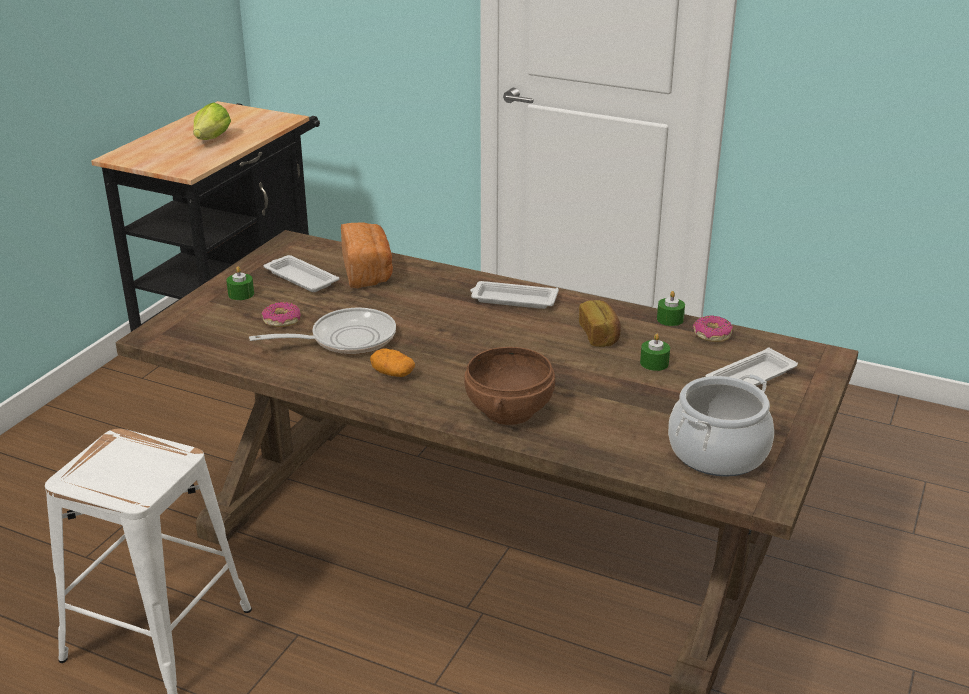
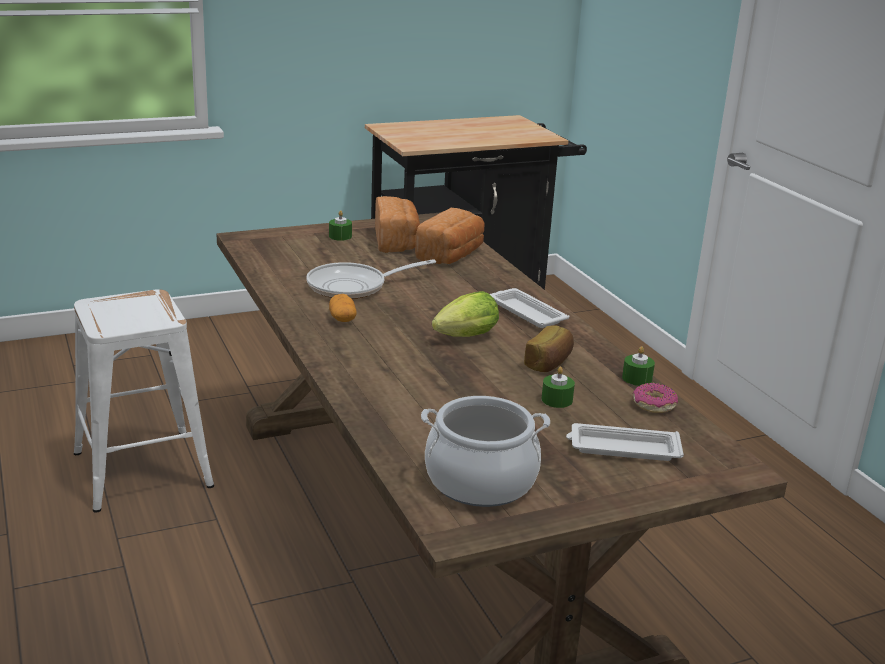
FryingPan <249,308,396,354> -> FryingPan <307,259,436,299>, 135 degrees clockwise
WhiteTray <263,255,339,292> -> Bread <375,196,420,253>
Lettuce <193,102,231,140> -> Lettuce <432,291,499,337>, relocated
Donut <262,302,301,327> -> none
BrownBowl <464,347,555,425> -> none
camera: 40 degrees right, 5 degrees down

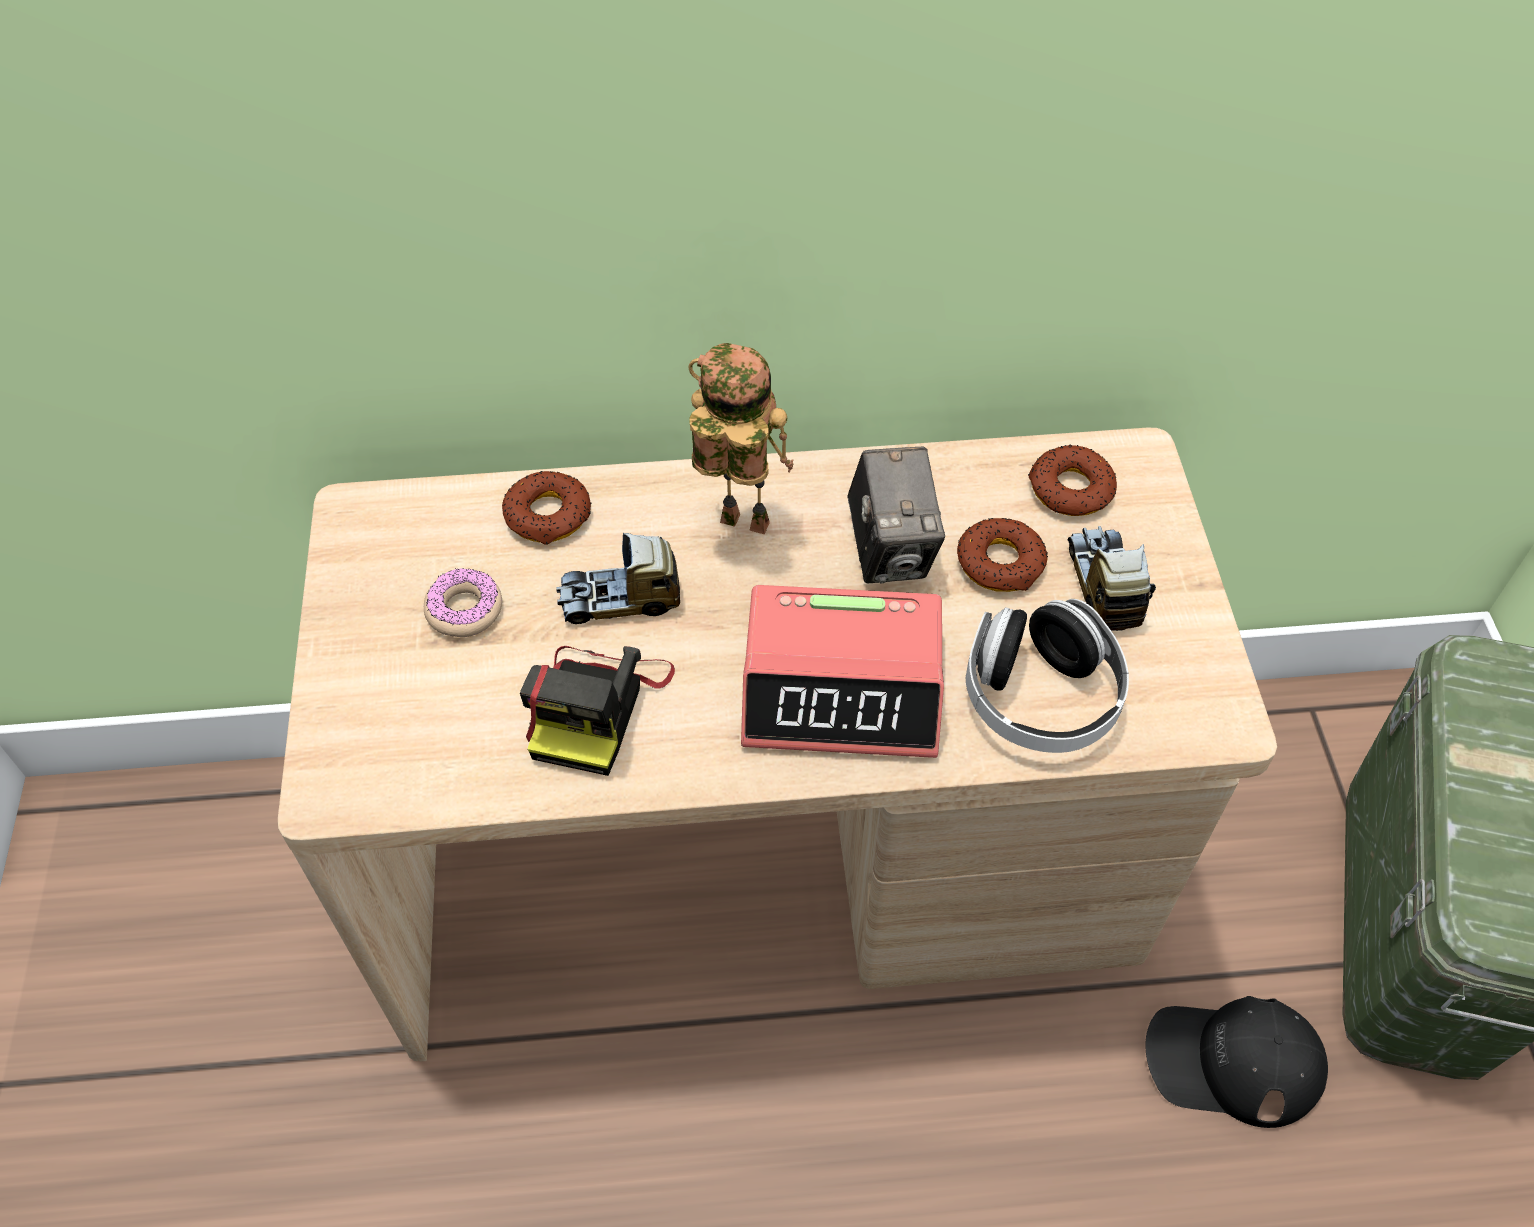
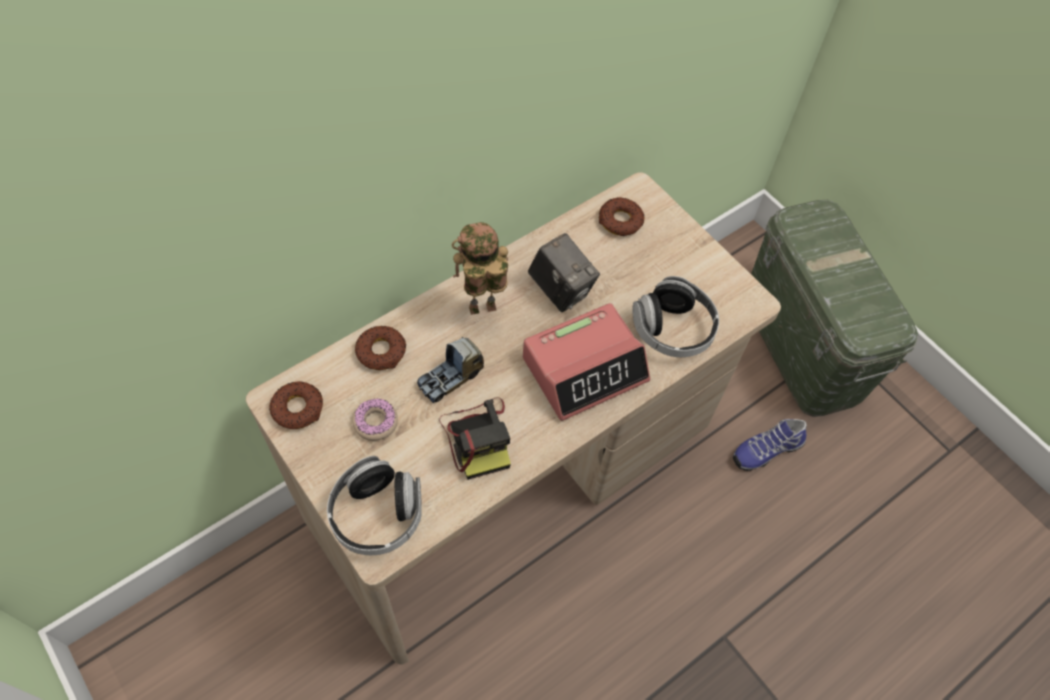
Donut <957,518,1048,592> -> Donut <269,381,323,429>, relocated
none -> Headphones <327,456,422,555>
BlackCap <1146,996,1328,1128> -> Shoe <733,419,807,471>
ToyTruck <1068,526,1156,631> -> none
camera: 35 degrees left, 5 degrees up

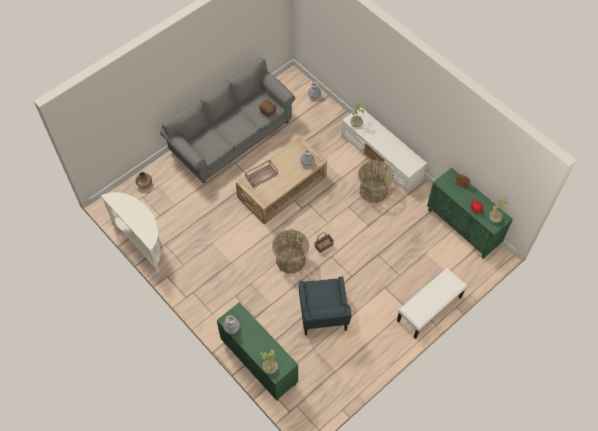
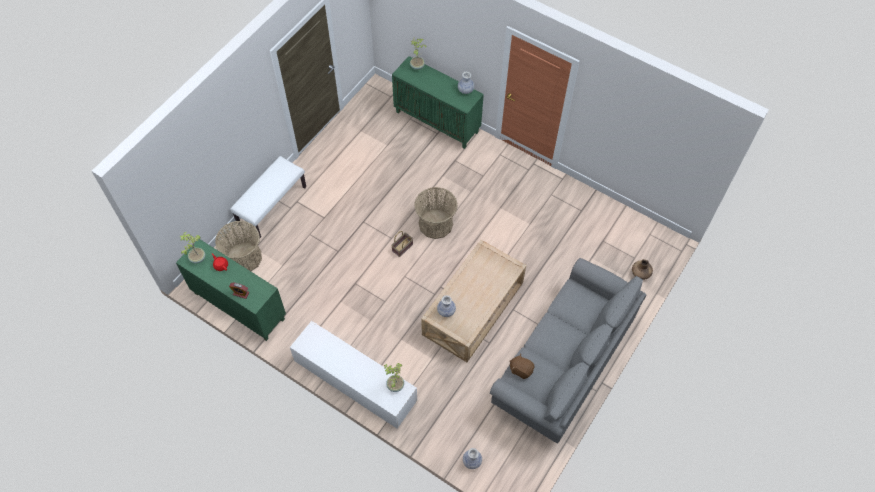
Basket <358,160,394,203> -> Basket <215,221,262,271>, relocated
WhiteConsoleTable <101,192,163,273> -> none
BrownTray <245,160,278,188> -> none
BlueArmchair <299,276,351,335> -> none
camera: 165 degrees right, 0 degrees up

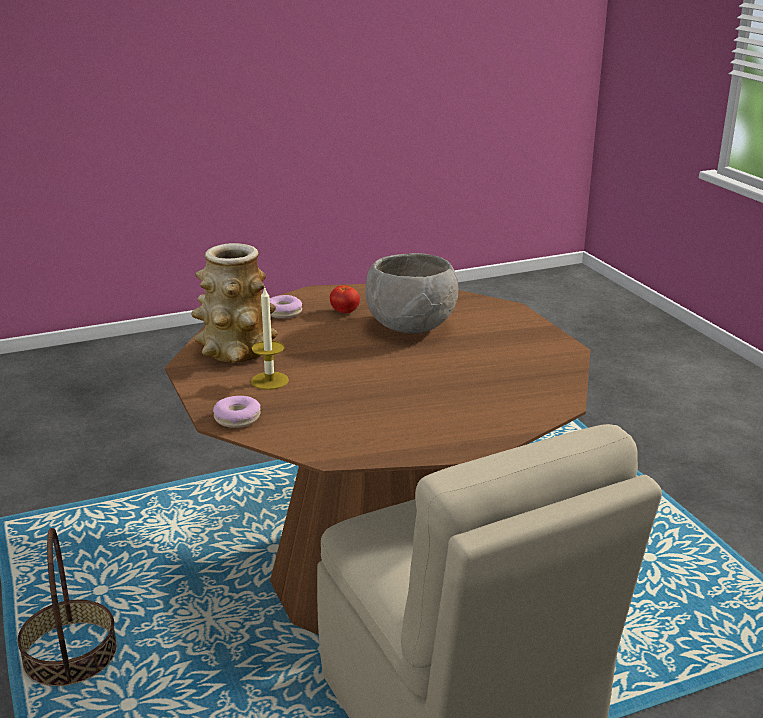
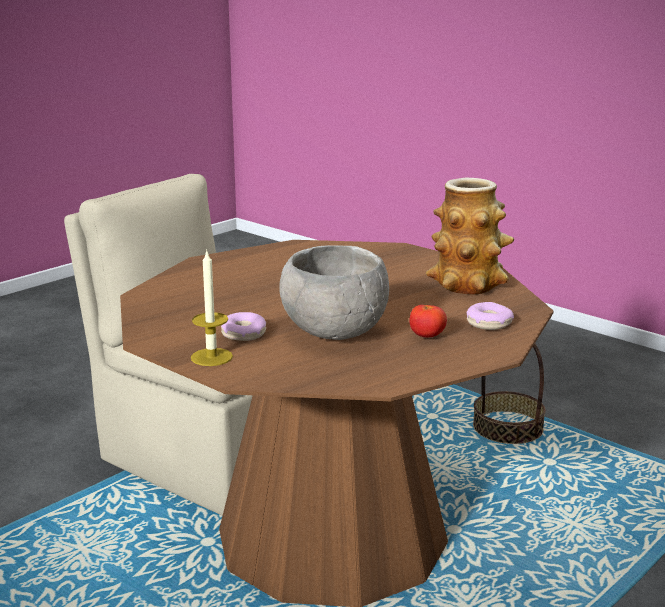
Candle <251,286,289,390> -> Candle <191,250,233,366>, relocated
Donut <213,396,261,428> -> Donut <221,312,266,341>, relocated
camera: 155 degrees right, 5 degrees down

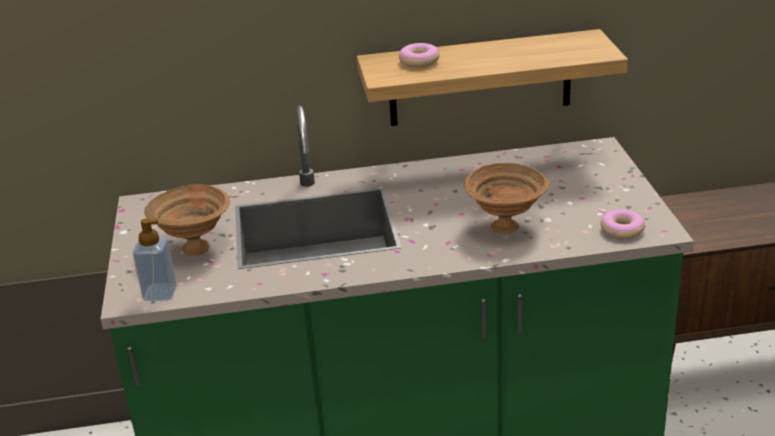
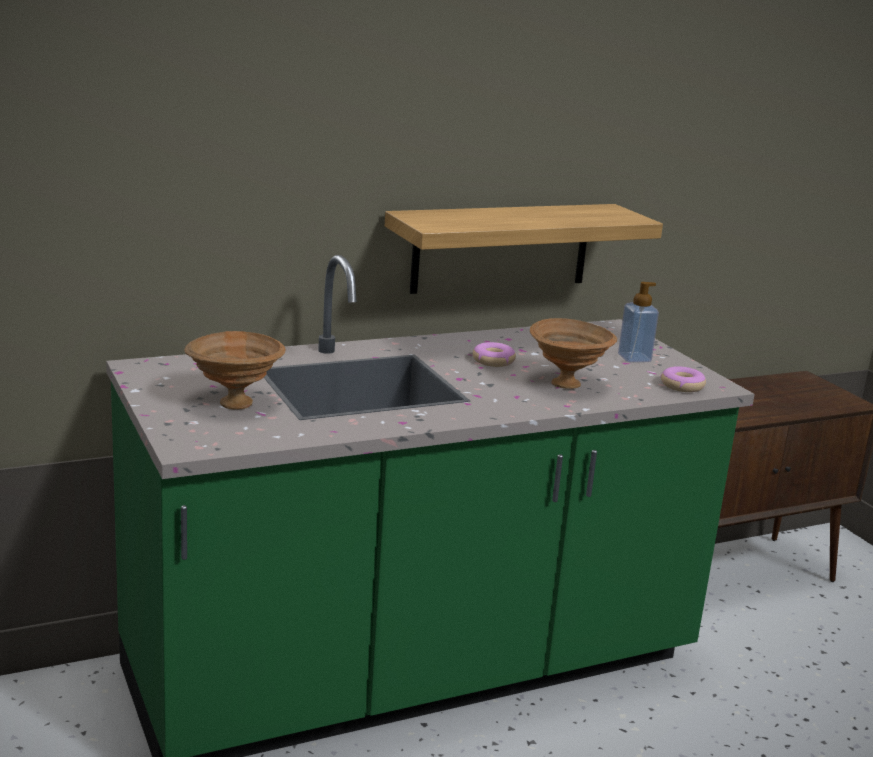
Donut <399,43,440,67> -> Donut <473,342,516,367>, relocated
SoapDispenser <133,218,177,301> -> SoapDispenser <618,282,659,362>, relocated
camera: 20 degrees left, 10 degrees down

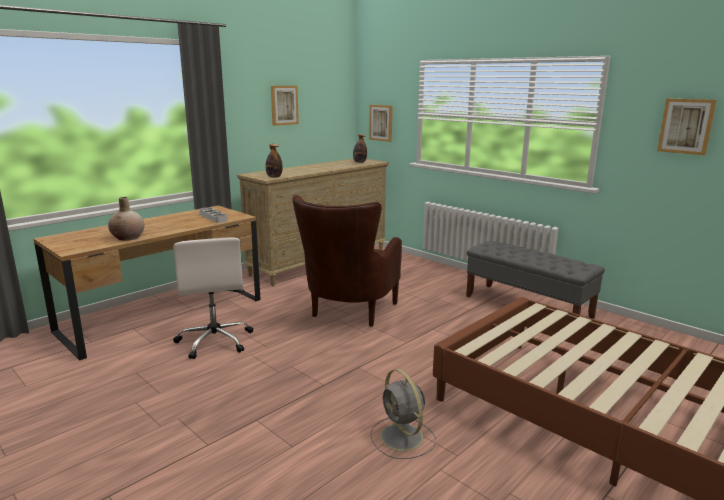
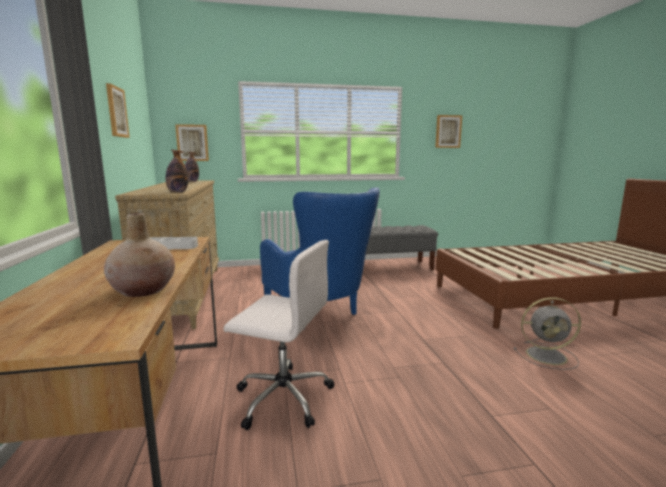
BrownArmchair <293,195,402,327> -> BlueArmchair <260,187,380,329>
camera: 55 degrees left, 5 degrees down

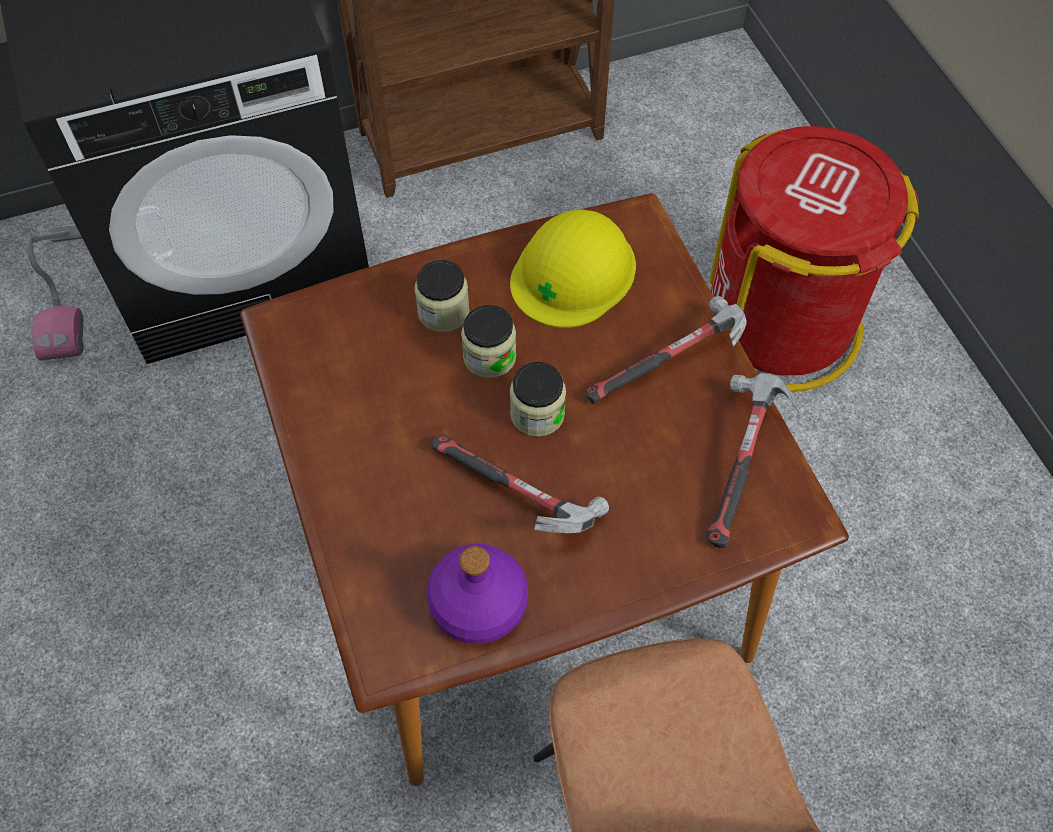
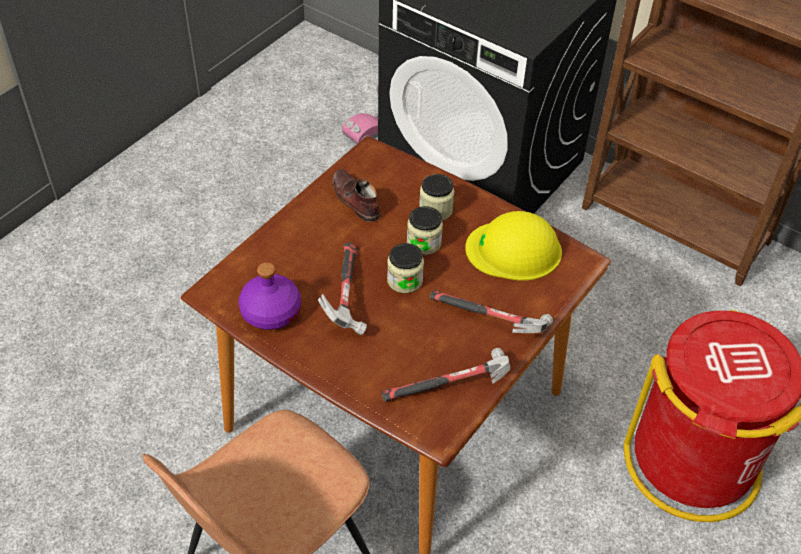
none -> BrownShoe <333,169,380,222>
camera: 55 degrees right, 10 degrees down

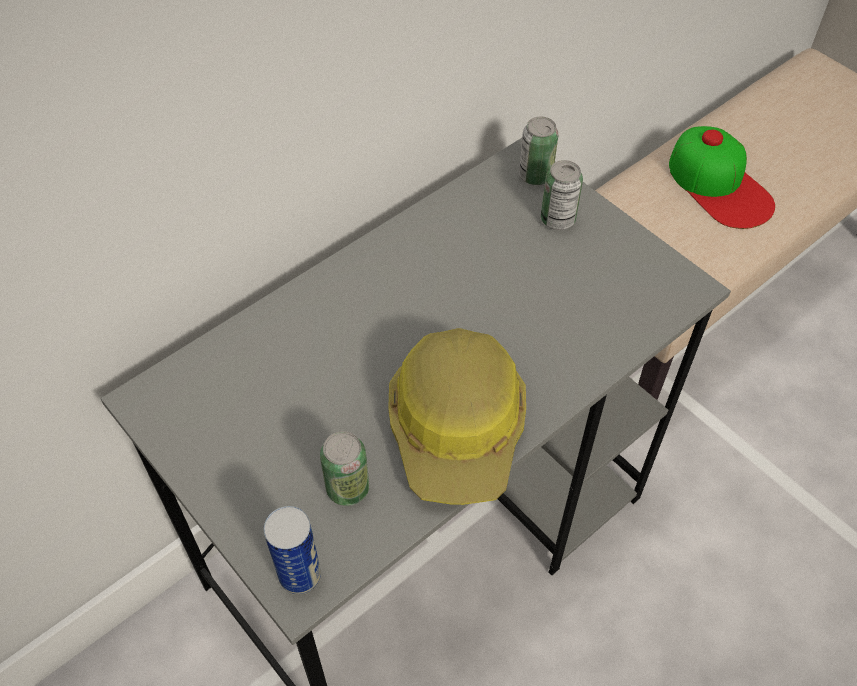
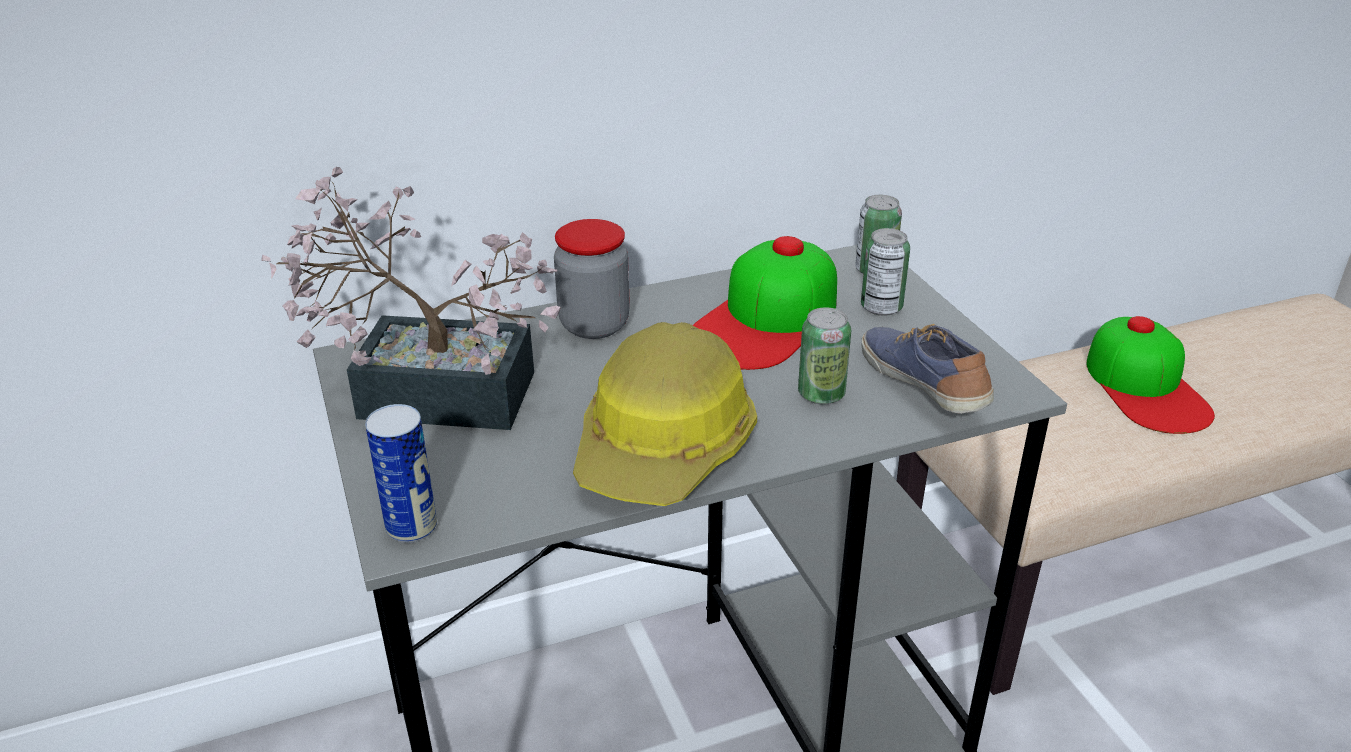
none -> PottedPlant <261,167,561,430>
none -> Jar <554,219,630,339>
none -> Cap <693,236,837,370>
Can <320,431,369,506> -> Can <798,307,851,405>, relocated
none -> Shoe <862,324,994,414>
camera: 20 degrees right, 20 degrees down

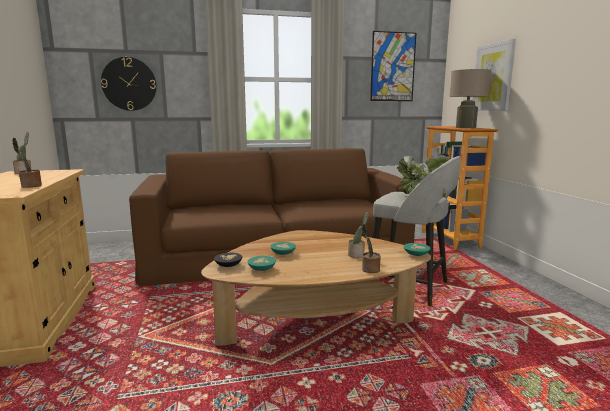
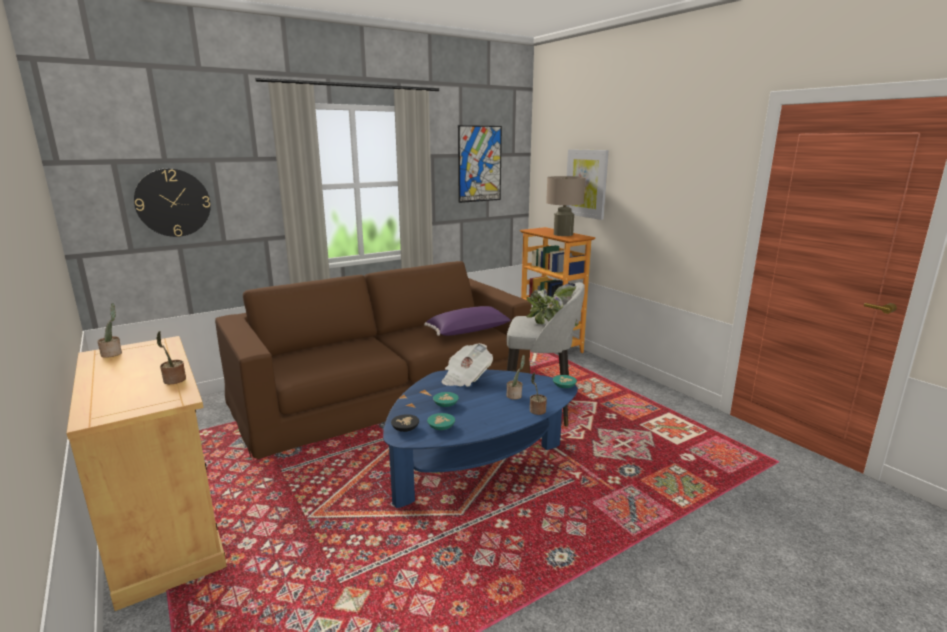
BrownCoffeeTable <201,230,431,345> -> BlueCoffeeTable <383,370,578,508>
none -> PurplePillow <424,306,511,336>
none -> Newspaper <442,343,493,387>
camera: 20 degrees left, 5 degrees up

